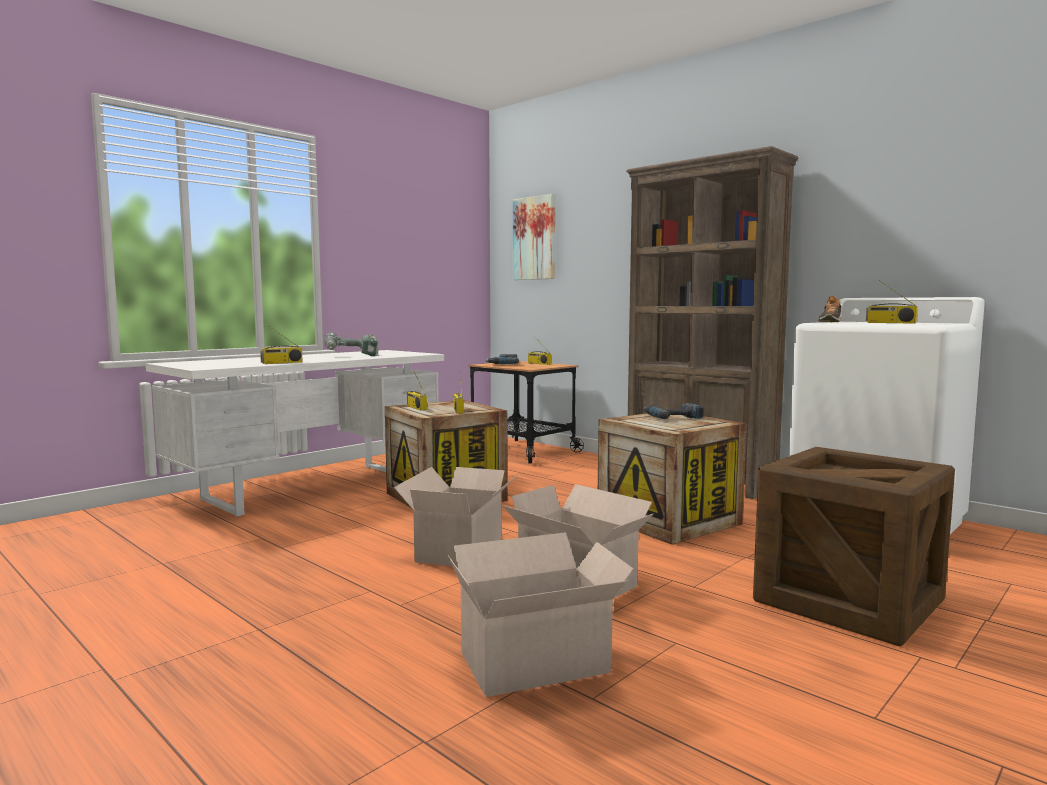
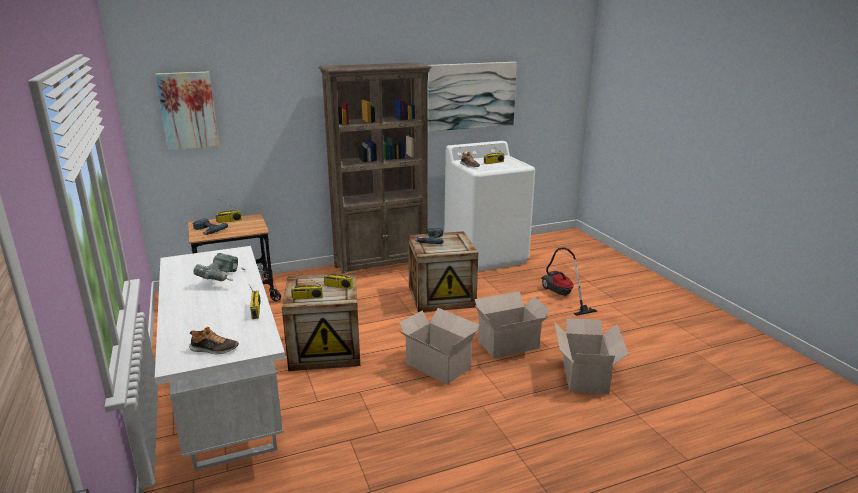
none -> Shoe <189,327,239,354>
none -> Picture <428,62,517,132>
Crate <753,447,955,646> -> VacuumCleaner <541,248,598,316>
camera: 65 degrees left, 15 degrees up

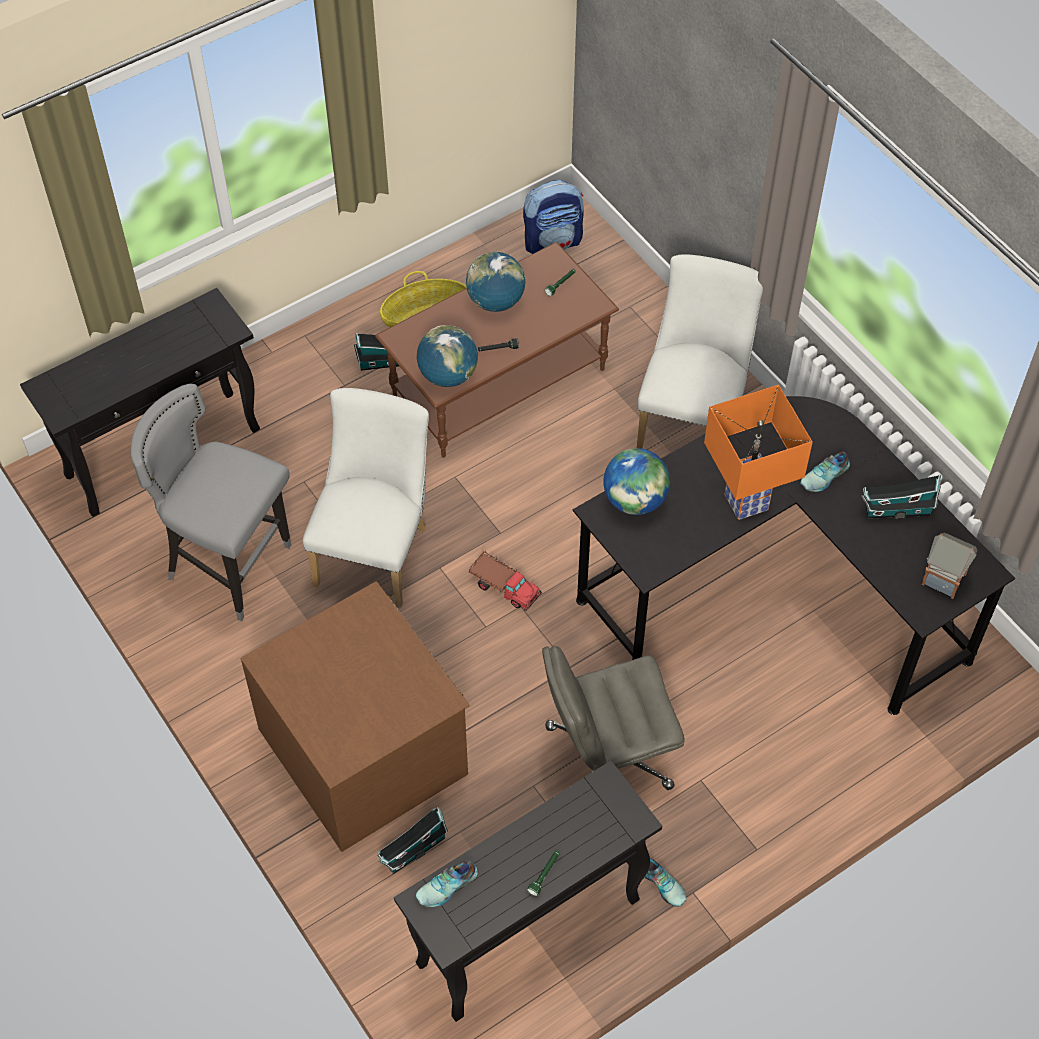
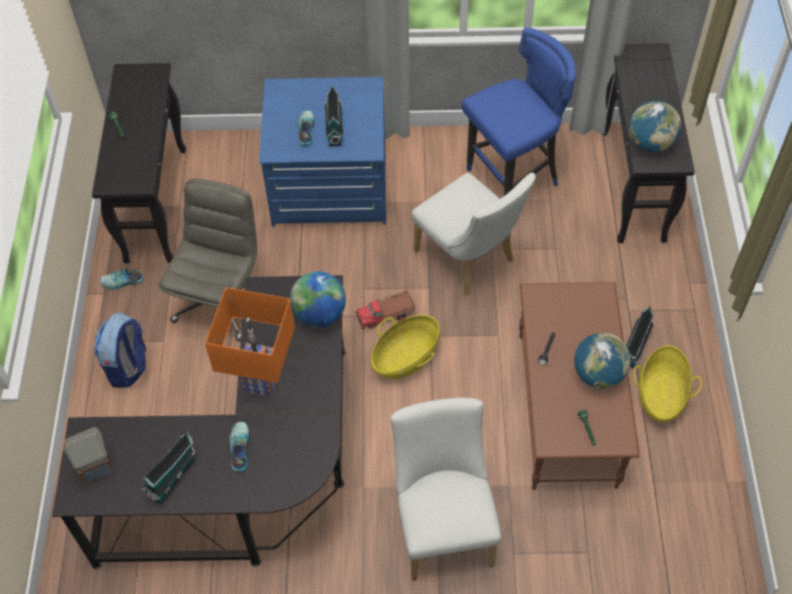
Backpack <523,180,584,254> -> Backpack <94,313,146,388>, relocated
BrownDresser <240,581,470,852> -> BlueDresser <259,77,386,227>
Shoe <415,860,478,907> -> Shoe <298,111,314,146>, relocated
ToyHouse <377,807,448,874> -> ToyHouse <325,85,343,147>, relocated
none -> Basket <371,315,440,379>
WhiteChair <637,254,763,449> -> WhiteChair <391,398,501,581>, 150 degrees counterclockwise
GreyStool <131,384,291,622> -> BlueStool <461,28,576,196>
Globe <417,325,478,387> -> Globe <629,101,681,152>, relocated
camera: 125 degrees right, 0 degrees up

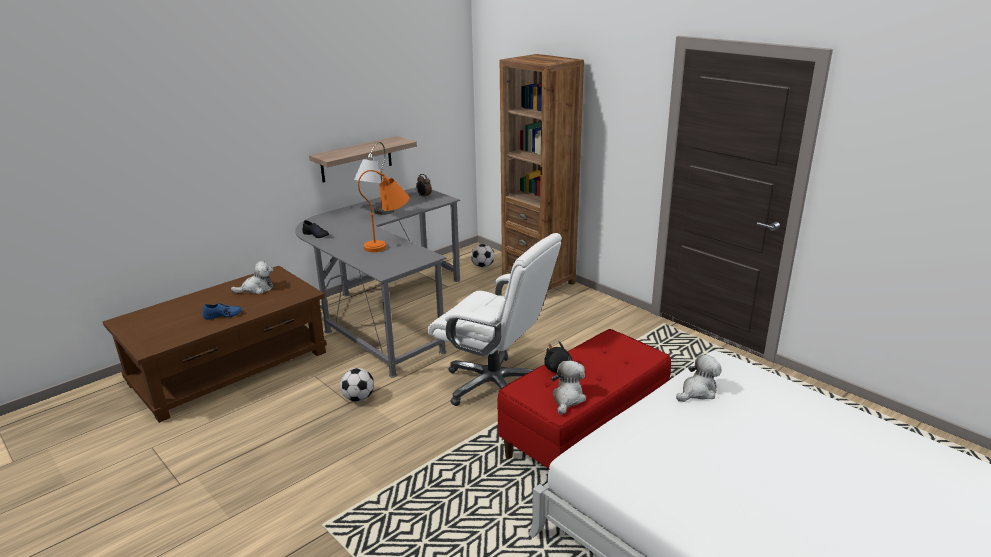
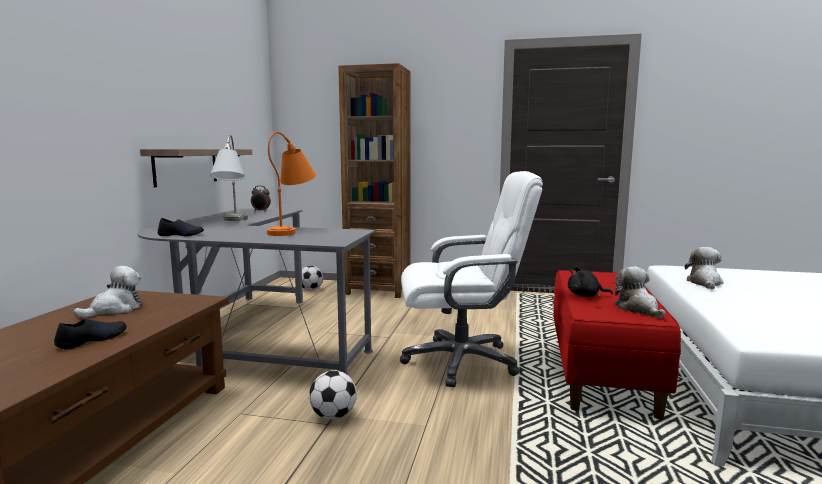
BlueShoe <202,303,242,320> -> BlackShoe <54,319,127,349>
camera: 35 degrees left, 15 degrees down

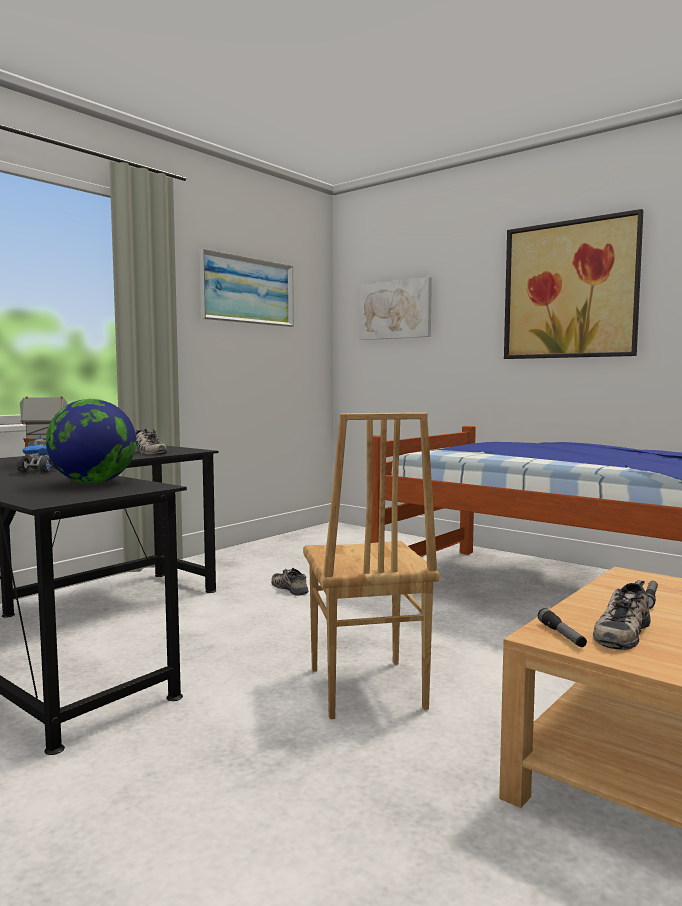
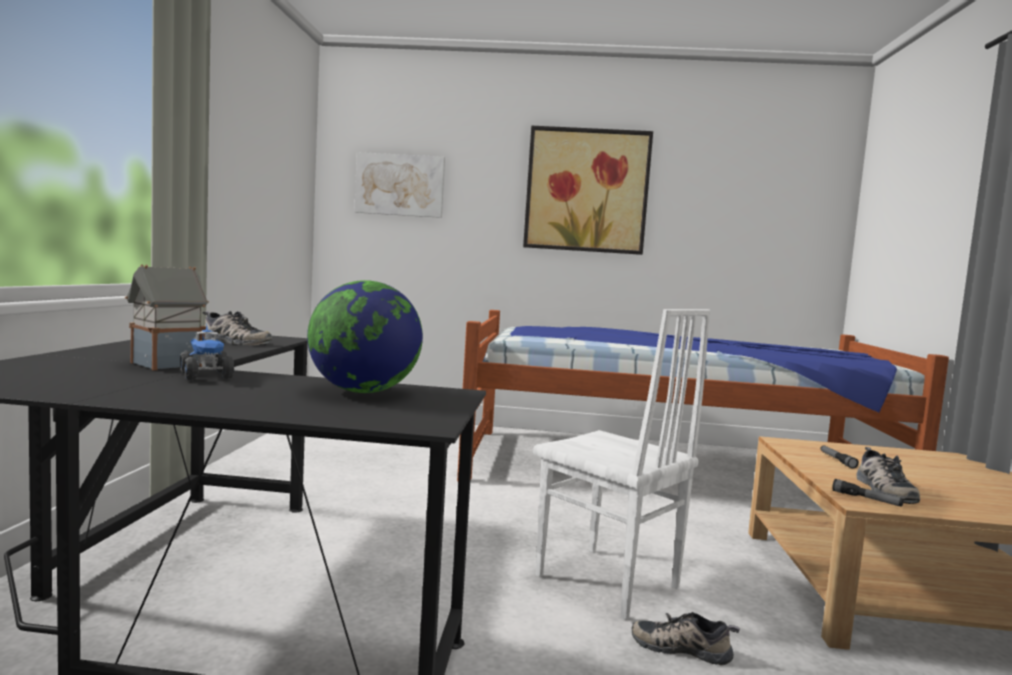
BrownChair <303,412,440,719> -> WhiteChair <533,309,710,620>
Shoe <271,568,308,596> -> Shoe <631,612,740,665>, relocated
Picture <200,249,294,327> -> none
camera: 35 degrees left, 0 degrees up

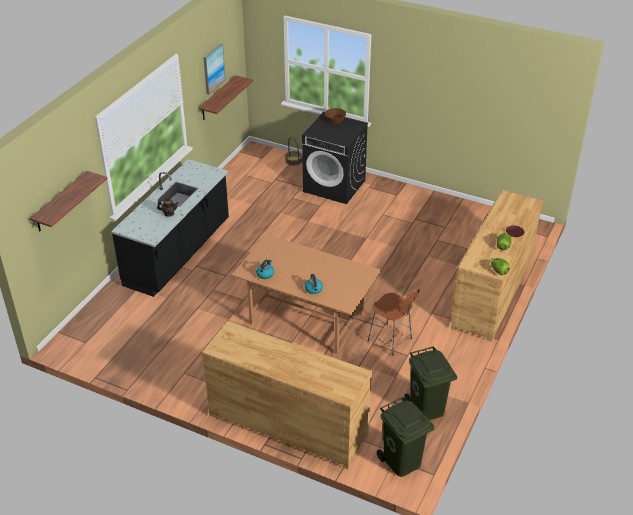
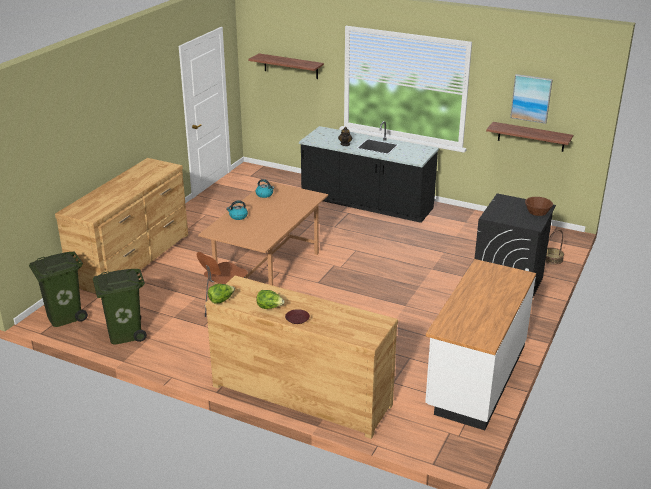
none -> WhiteCounter <425,259,536,430>
camera: 90 degrees right, 10 degrees down

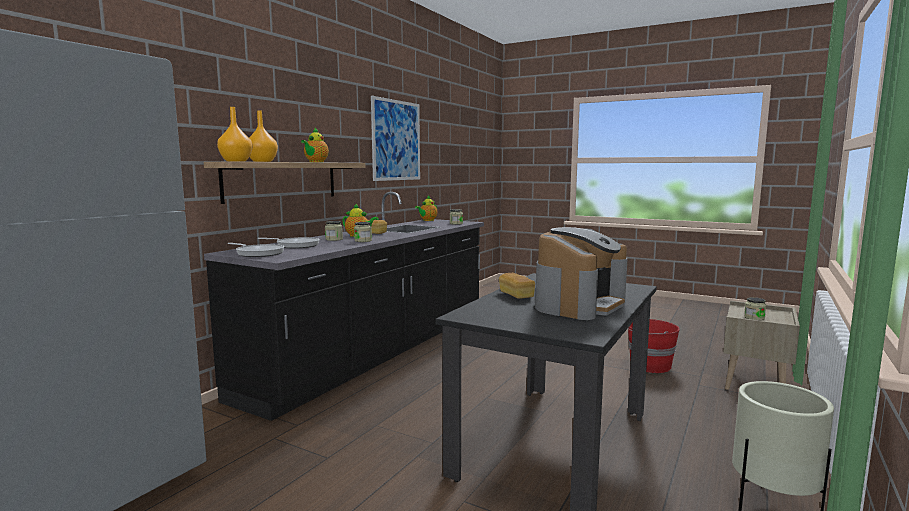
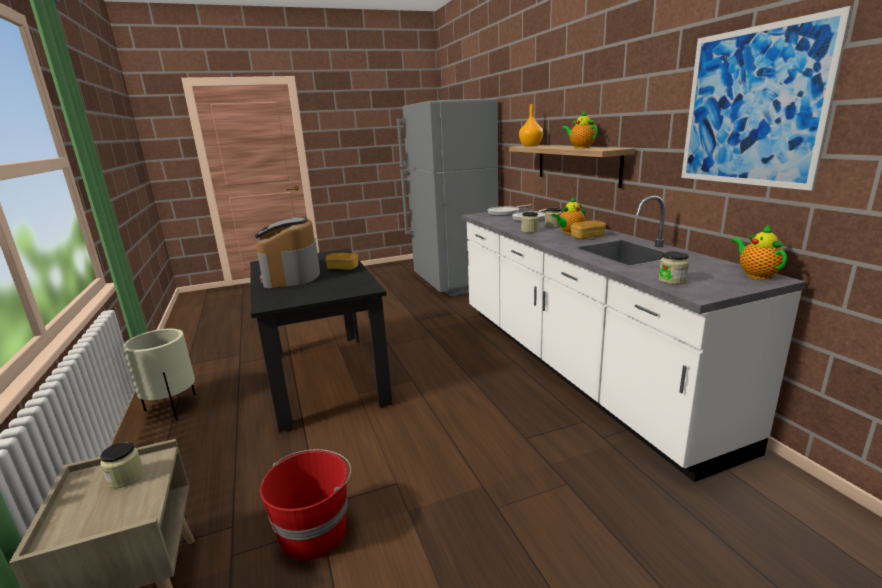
BlackCounter <204,192,484,421> -> WhiteCounter <461,196,806,482>
OrangeVase <249,110,278,162> -> none
camera: 130 degrees right, 10 degrees up

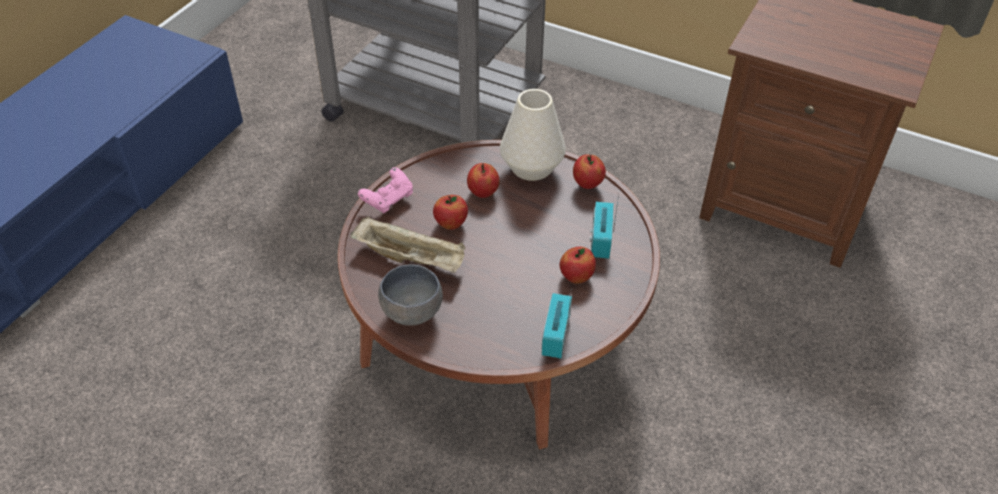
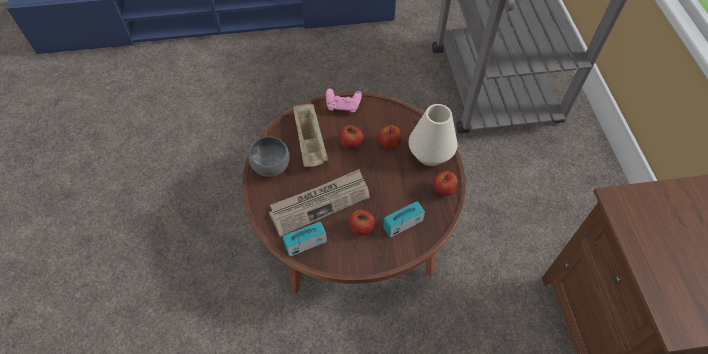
none -> Newspaper <269,169,370,237>
camera: 55 degrees right, 10 degrees up

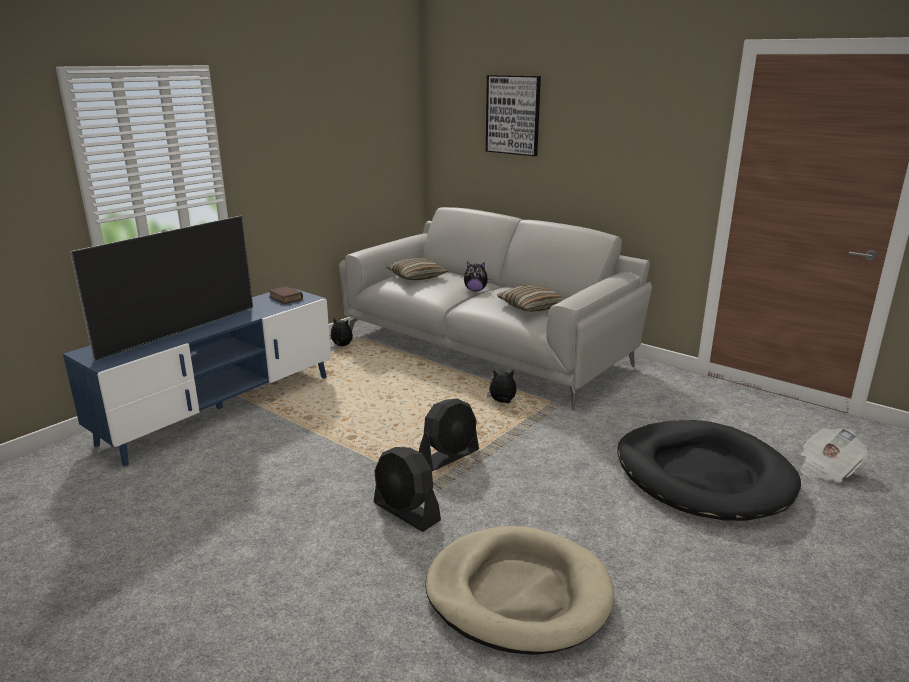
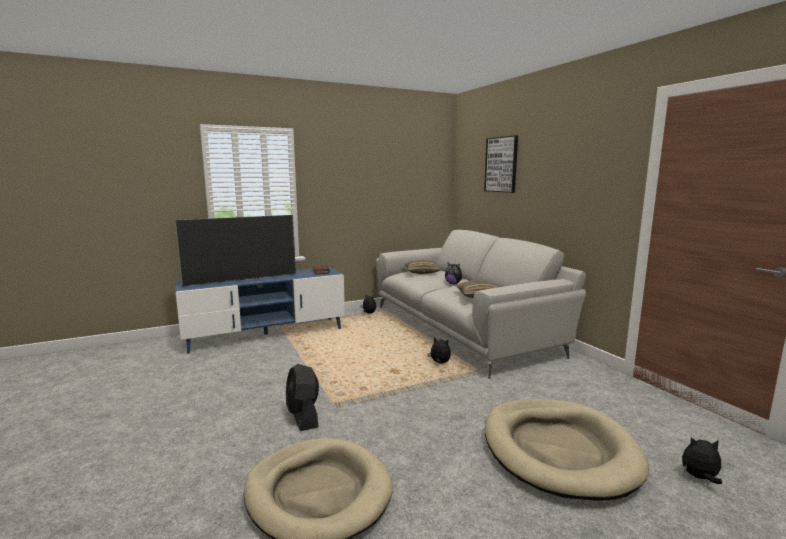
BlackDogBed <617,420,801,521> -> BeigeDogBed <485,399,649,501>
Newspaper <800,428,868,482> -> PlushToy <682,437,722,484>
BlackFan <419,398,479,471> -> none
camera: 25 degrees right, 10 degrees down

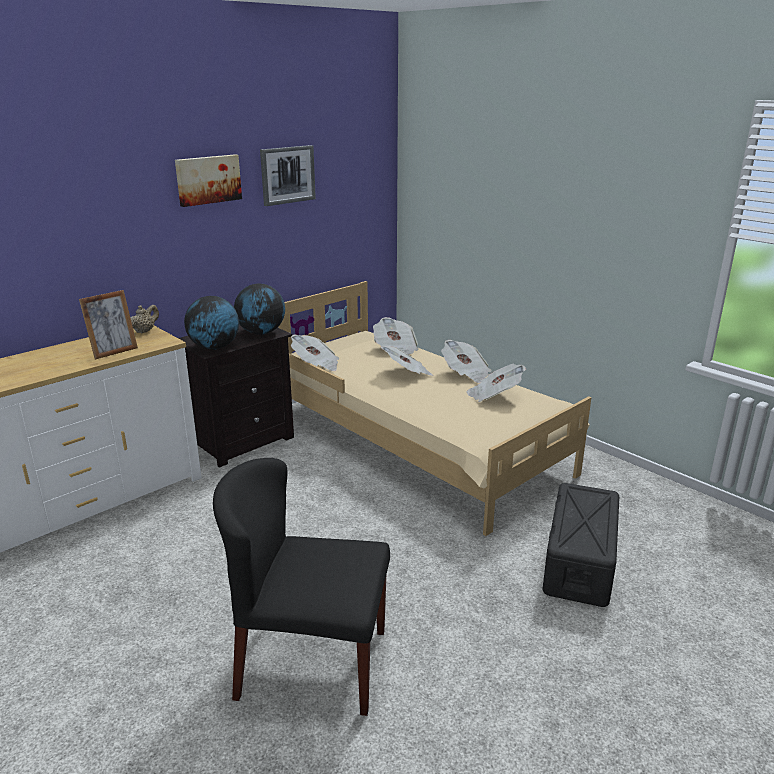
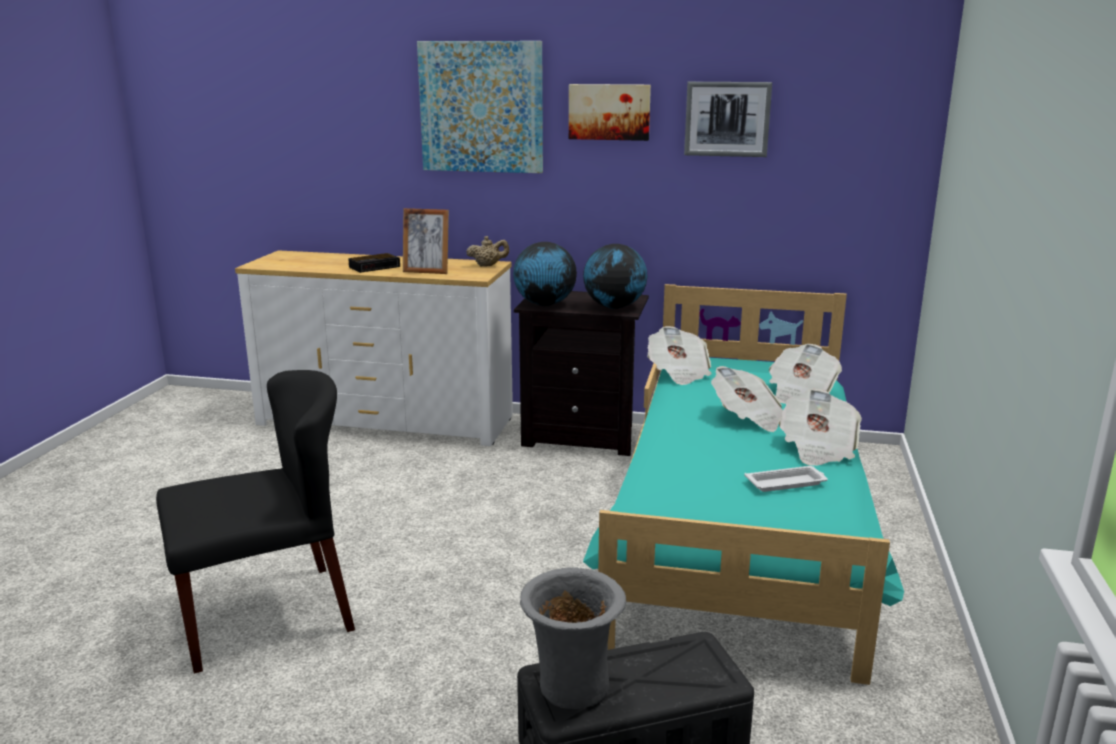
BlackChair <213,458,390,716> -> BlackChair <156,370,355,674>, 90 degrees clockwise
none -> AlarmClock <348,253,400,273>
none -> Picture <417,41,543,173>
none -> GreyVase <520,567,626,709>
BeigeBed <278,281,592,536> -> TurquoiseBed <583,284,904,685>
Newspaper <466,364,526,402> -> WhiteTray <745,466,828,492>
camera: 55 degrees right, 5 degrees down

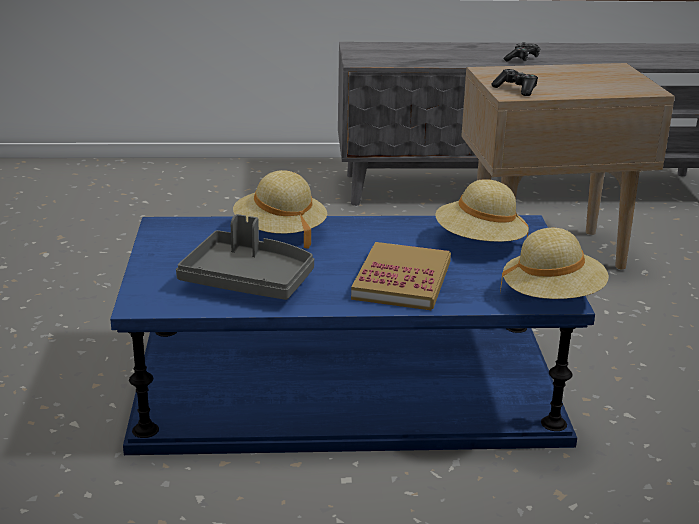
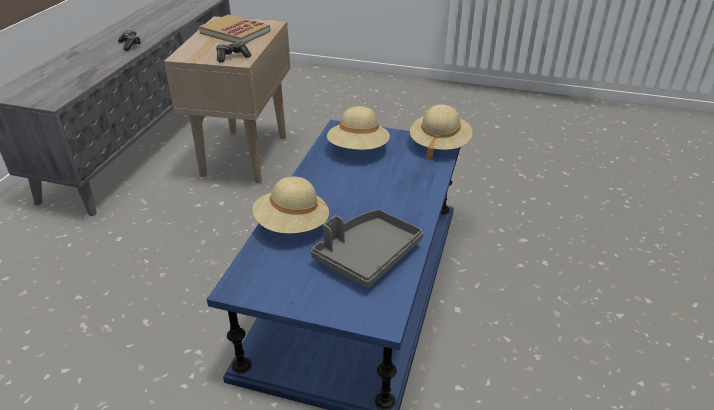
Book <351,242,451,310> -> Book <199,15,271,44>, relocated
camera: 70 degrees left, 10 degrees up

